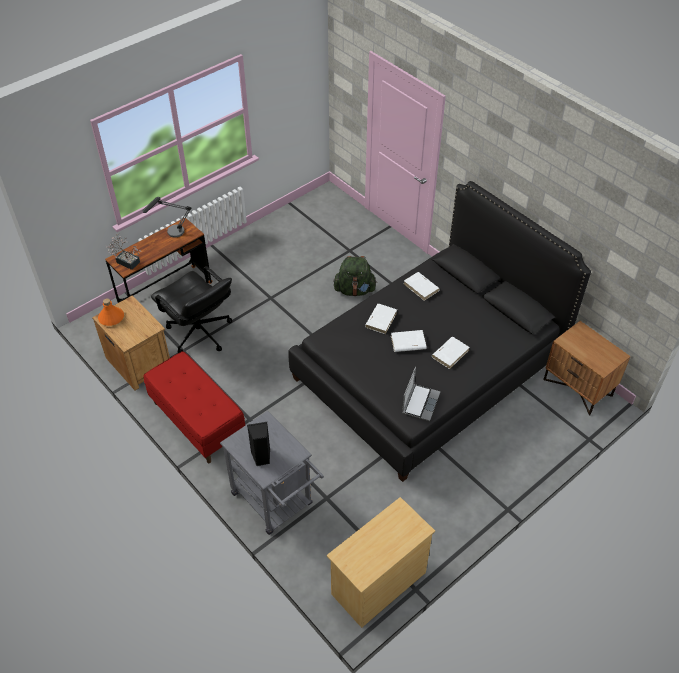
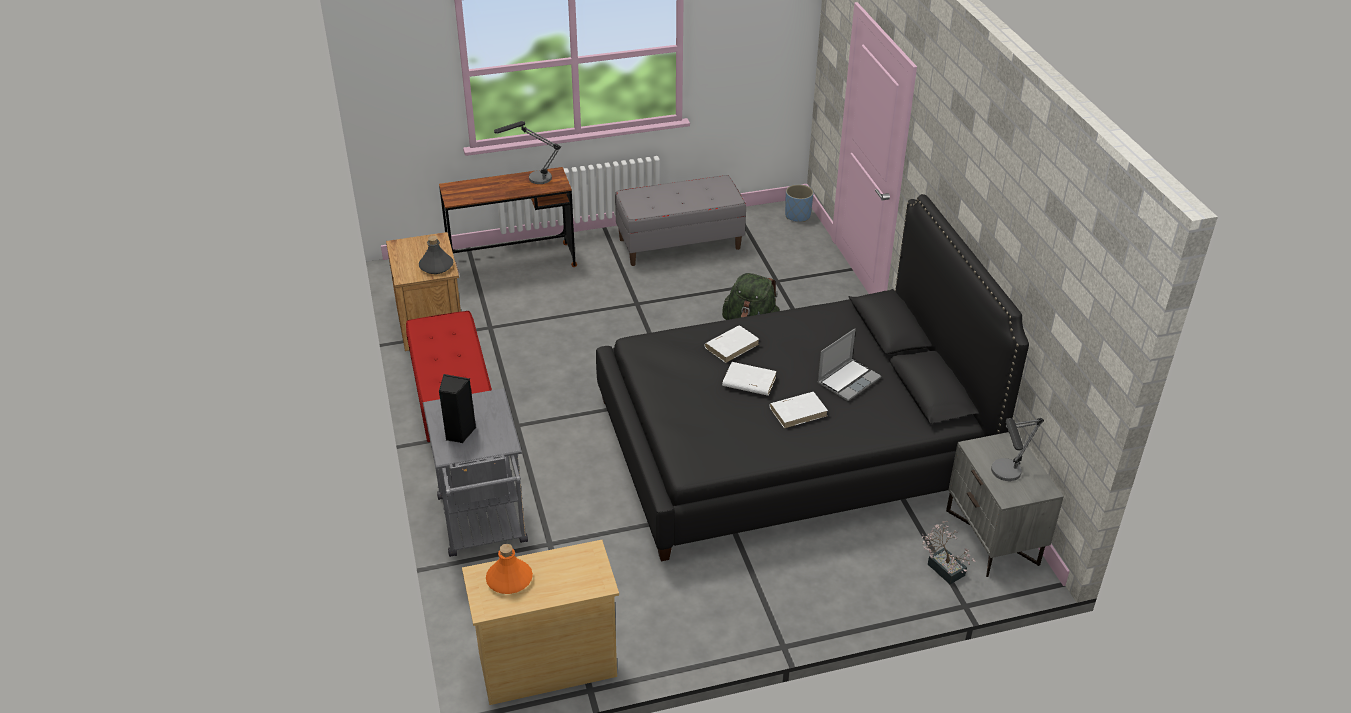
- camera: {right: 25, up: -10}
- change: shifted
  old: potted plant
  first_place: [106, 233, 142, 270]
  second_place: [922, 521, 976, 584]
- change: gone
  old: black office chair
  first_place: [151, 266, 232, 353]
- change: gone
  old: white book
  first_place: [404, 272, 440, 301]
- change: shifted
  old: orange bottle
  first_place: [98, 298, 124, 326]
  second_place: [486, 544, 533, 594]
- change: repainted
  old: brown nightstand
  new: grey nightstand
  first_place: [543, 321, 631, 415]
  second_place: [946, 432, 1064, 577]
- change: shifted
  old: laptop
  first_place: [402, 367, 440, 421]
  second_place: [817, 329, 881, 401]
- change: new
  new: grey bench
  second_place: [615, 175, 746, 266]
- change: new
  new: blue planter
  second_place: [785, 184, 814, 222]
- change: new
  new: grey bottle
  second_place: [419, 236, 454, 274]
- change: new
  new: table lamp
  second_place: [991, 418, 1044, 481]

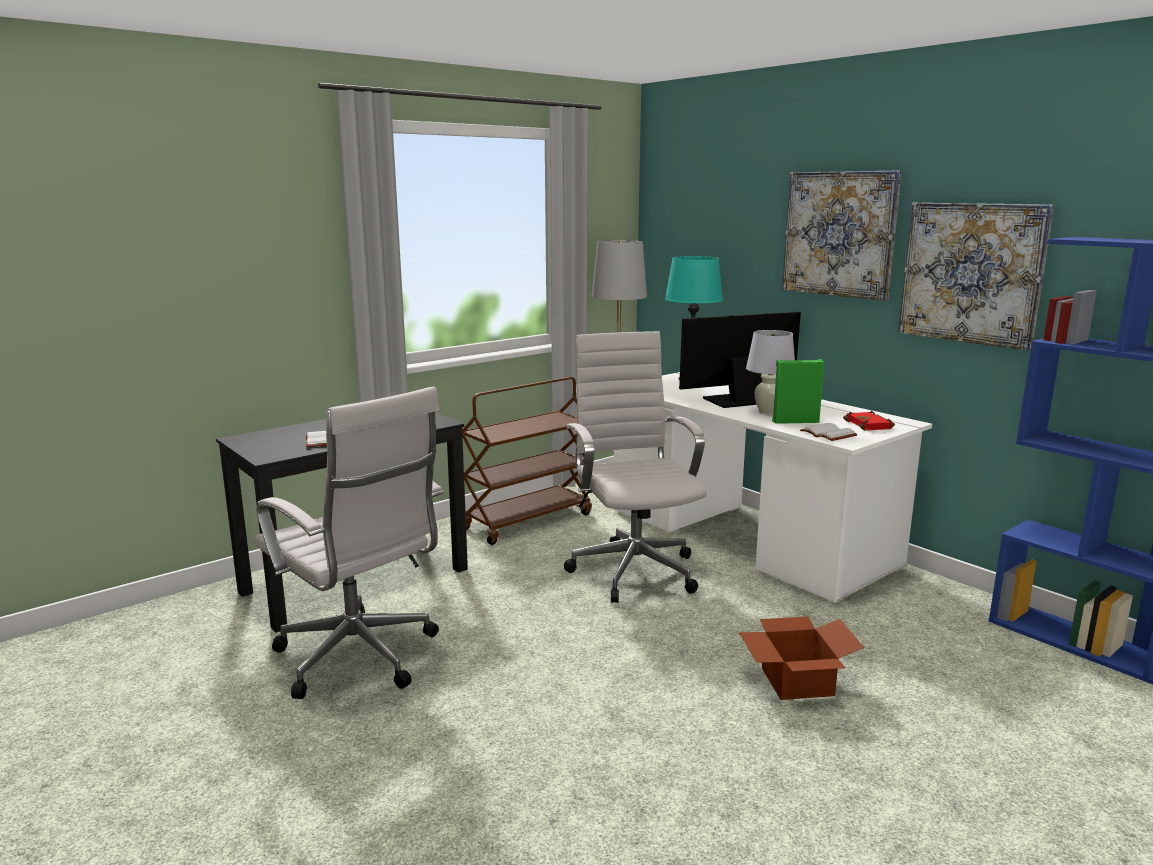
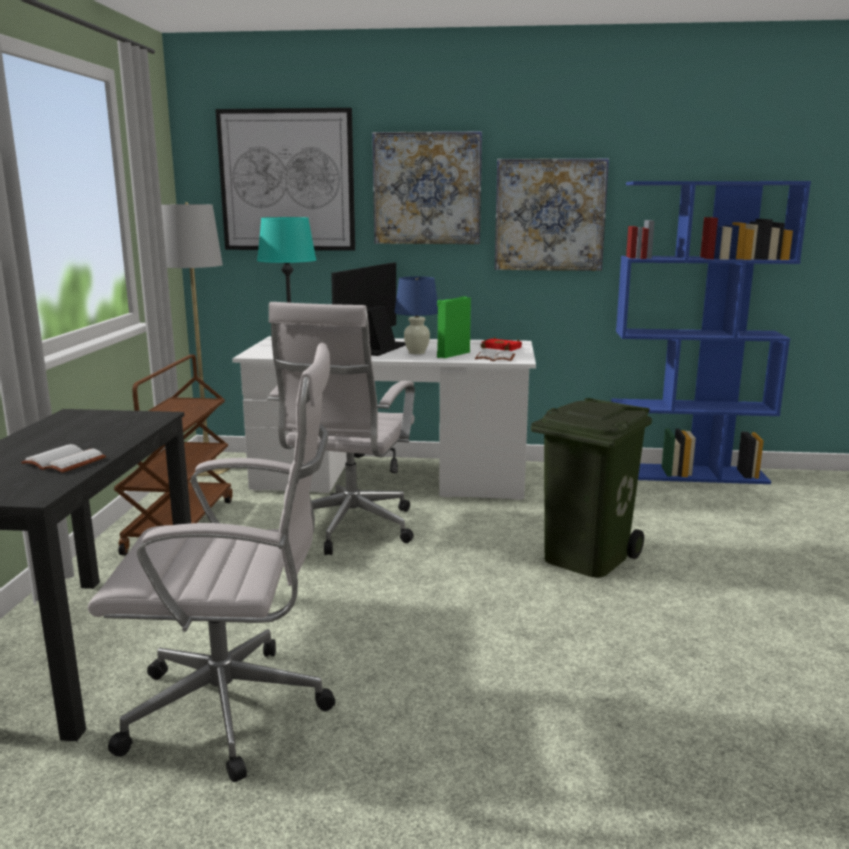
- camera: {right: -45, up: 0}
- change: repainted
  old: white table lamp
  new: blue table lamp
  first_place: [746, 330, 795, 414]
  second_place: [394, 276, 438, 354]
- change: rotated
  old: white office chair
  first_place: [564, 331, 707, 603]
  second_place: [268, 302, 415, 555]
  degrees: -105
- change: swapped
  old: cardboard box
  new: green trash can
  first_place: [739, 616, 864, 700]
  second_place: [531, 398, 652, 577]
- change: new
  new: picture
  second_place: [215, 108, 355, 251]

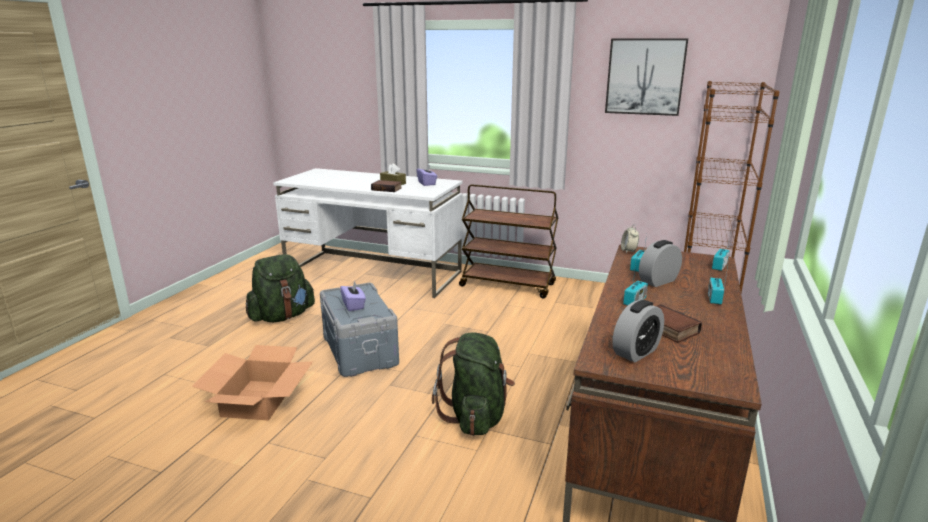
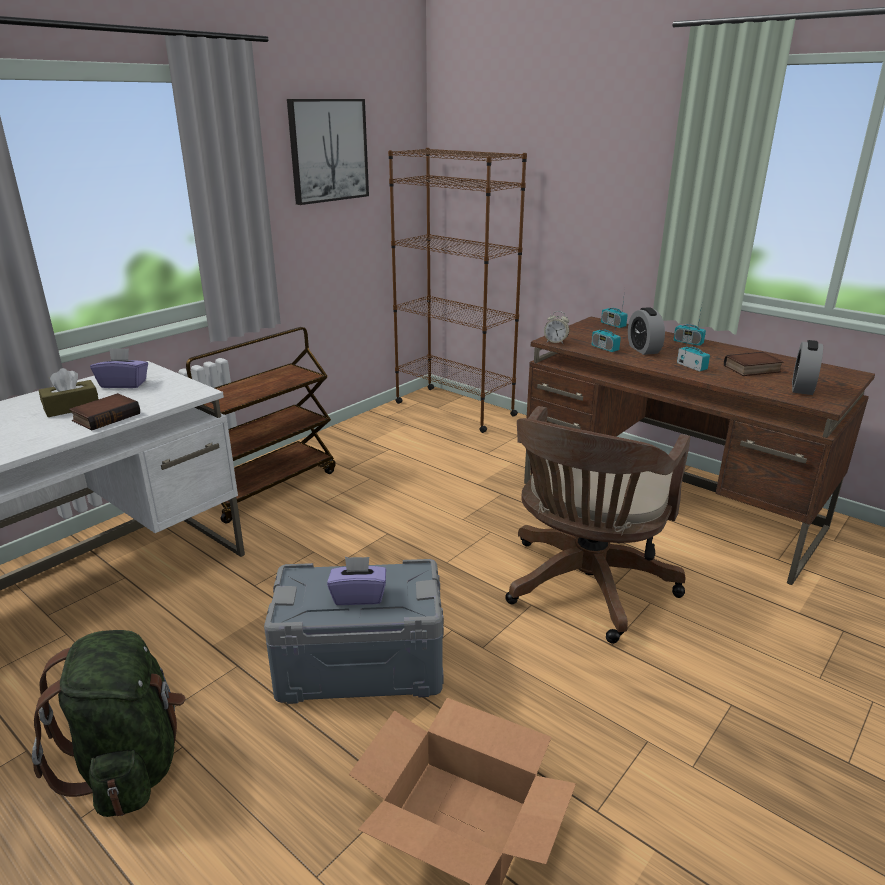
- camera: {right: -70, up: 5}
- change: rotated
  old: alarm clock
  first_place: [612, 300, 664, 363]
  second_place: [792, 340, 823, 395]
  degrees: -135
- change: swapped
  old: green backpack
  new: brown office chair
  first_place: [432, 332, 515, 436]
  second_place: [505, 406, 690, 643]

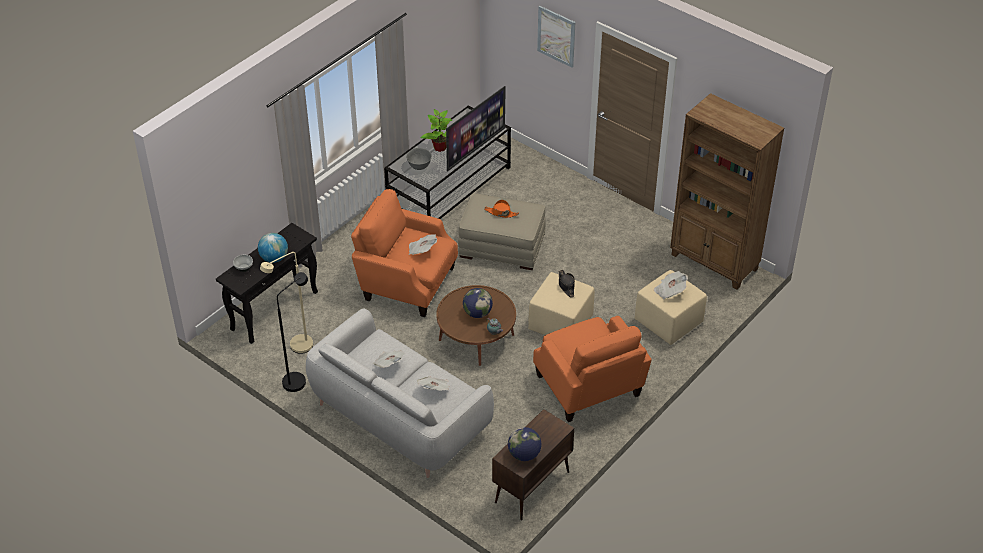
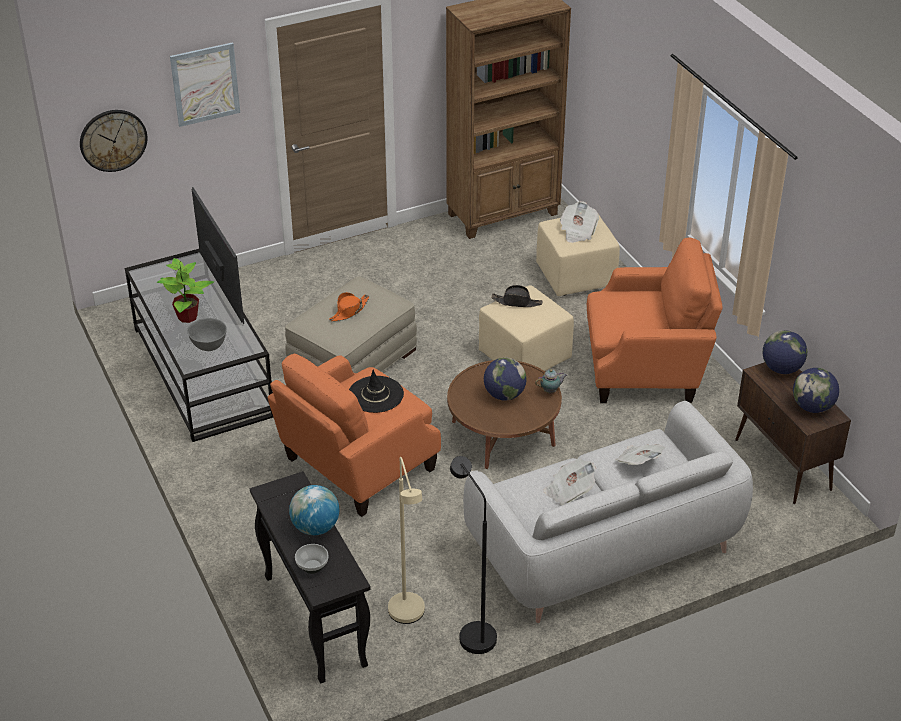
- camera: {right: -65, up: -5}
- change: swapped
  old: newspaper
  new: black hat
  first_place: [409, 234, 437, 255]
  second_place: [349, 370, 404, 413]
- change: new
  new: wall clock
  second_place: [80, 110, 148, 172]
- change: new
  new: globe
  second_place: [763, 330, 807, 374]

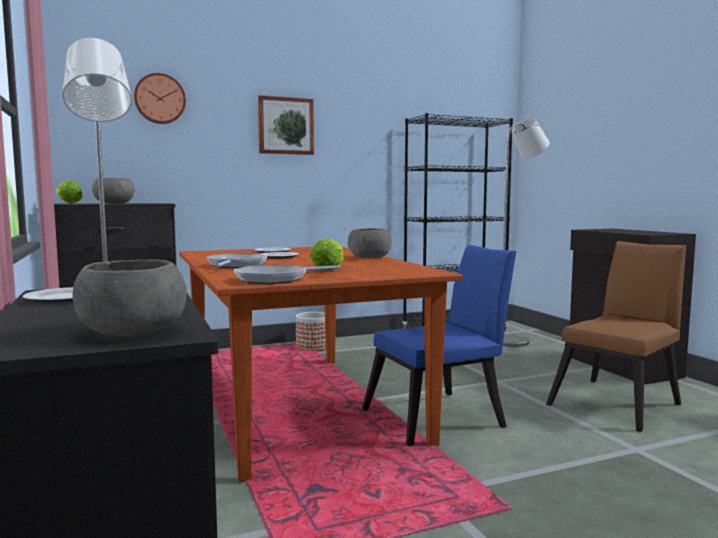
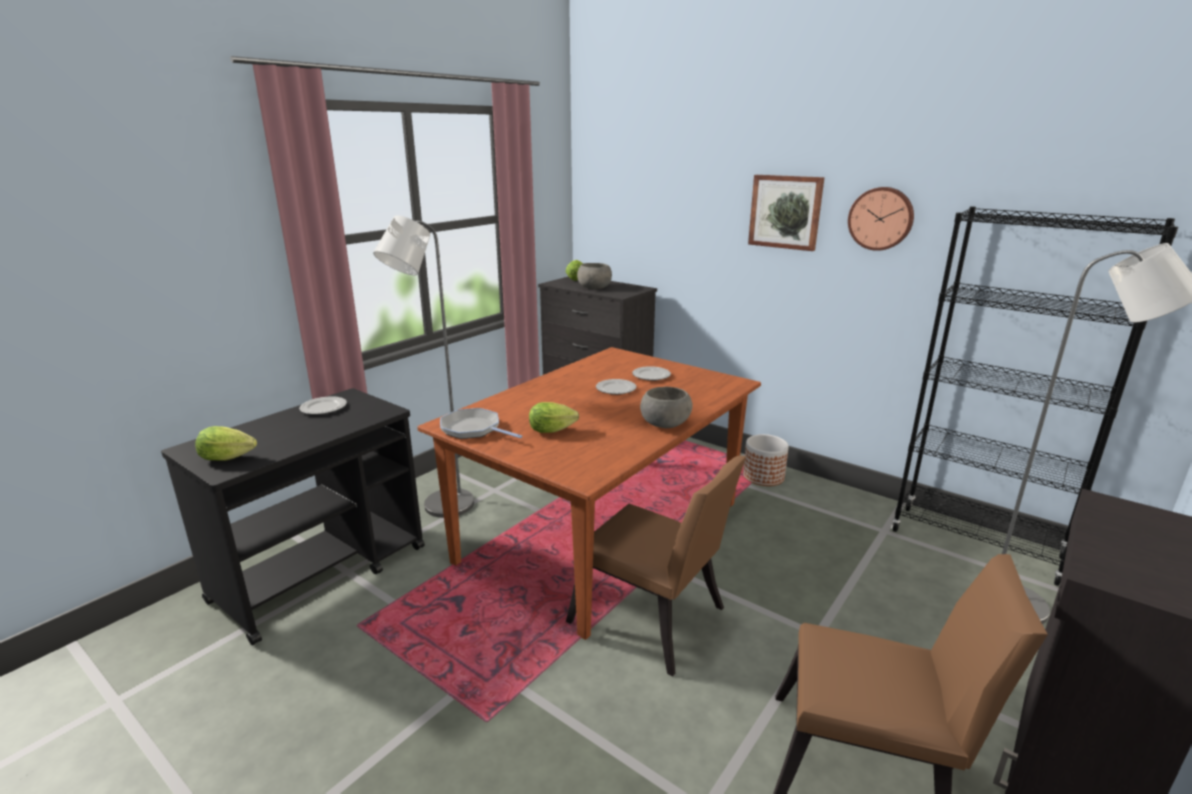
- camera: {right: 60, up: 15}
- change: shifted
  old: wall clock
  first_place: [134, 73, 186, 124]
  second_place: [848, 187, 914, 251]
- change: repainted
  old: blue chair
  new: brown chair
  first_place: [361, 245, 516, 446]
  second_place: [566, 455, 746, 676]
- change: gone
  old: frying pan
  first_place: [207, 253, 267, 268]
- change: swapped
  old: grey bowl
  new: lettuce
  first_place: [72, 259, 187, 336]
  second_place: [195, 426, 257, 461]

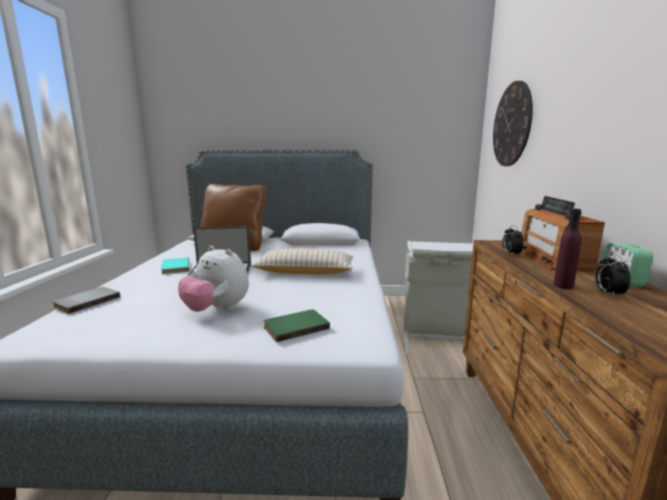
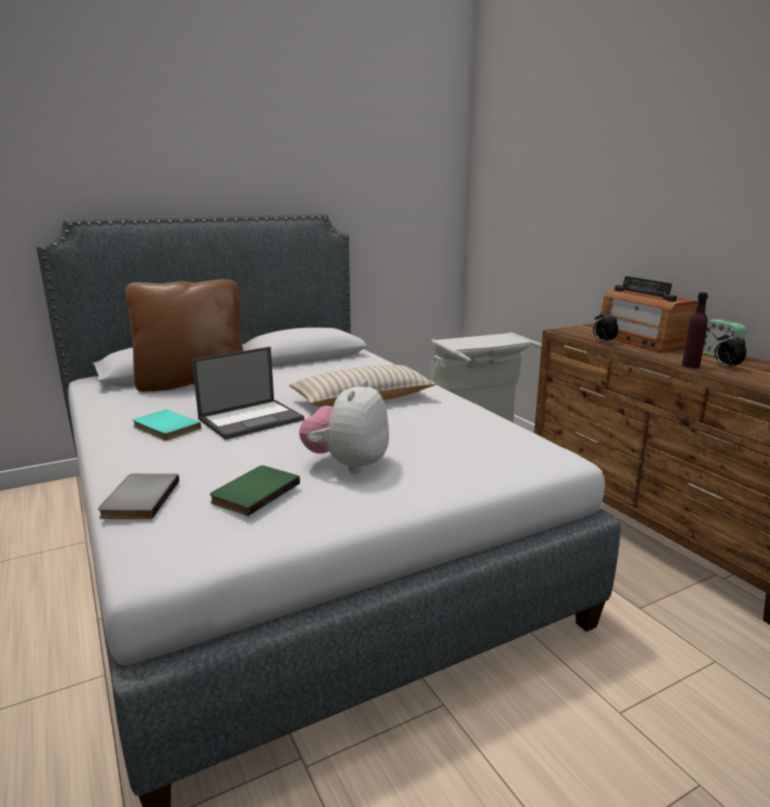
- camera: {right: -30, up: 5}
- change: gone
  old: wall clock
  first_place: [493, 81, 533, 166]
- change: rotated
  old: plush toy
  first_place: [178, 246, 249, 312]
  second_place: [299, 380, 389, 474]
  degrees: 105
- change: shifted
  old: green book
  first_place: [264, 309, 330, 342]
  second_place: [210, 465, 300, 516]

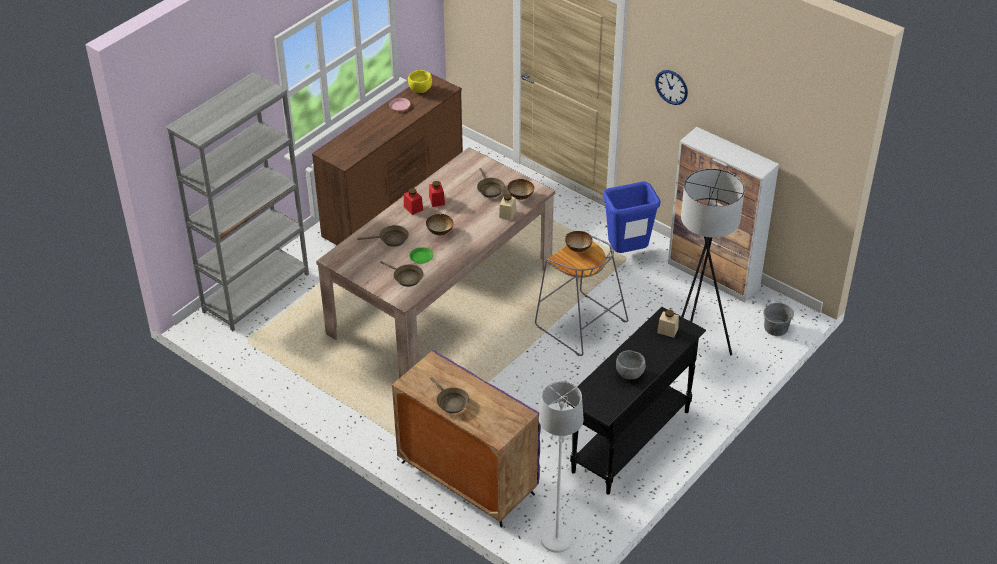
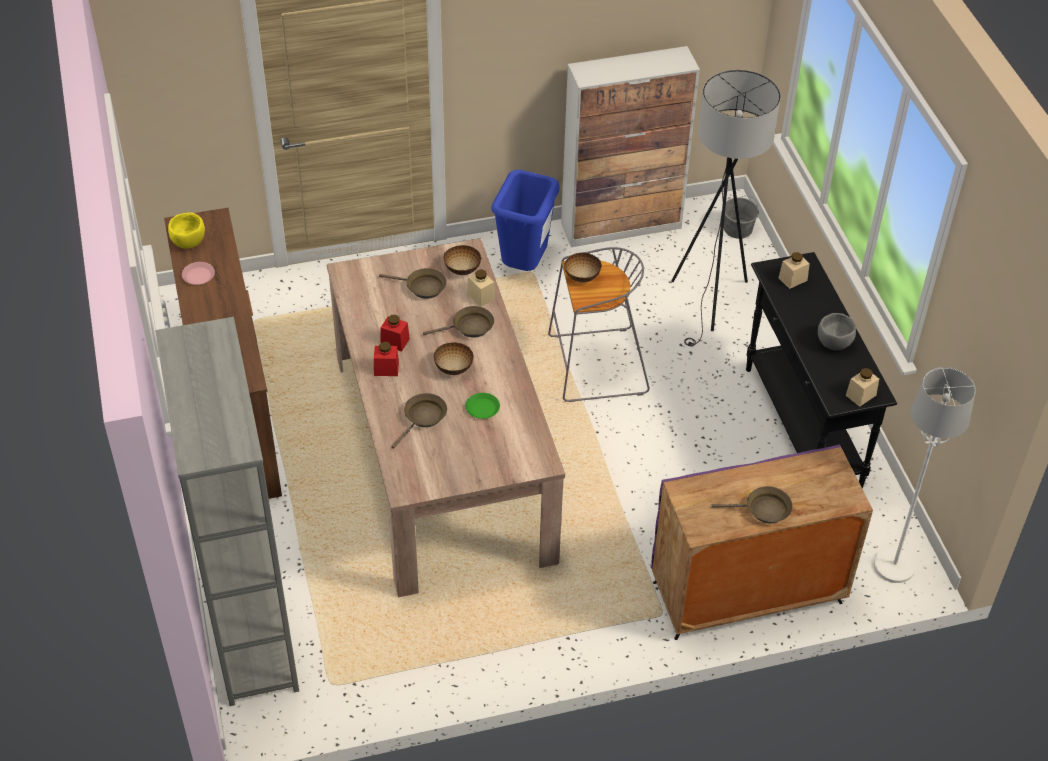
- camera: {right: -55, up: 5}
- change: gone
  old: wall clock
  first_place: [655, 70, 688, 105]
- change: shifted
  old: brown frying pan
  first_place: [380, 261, 424, 287]
  second_place: [423, 306, 494, 338]
- change: new
  new: beige jar
  second_place: [846, 368, 879, 407]

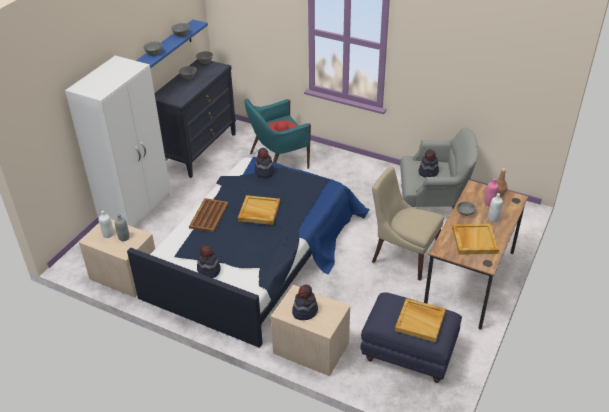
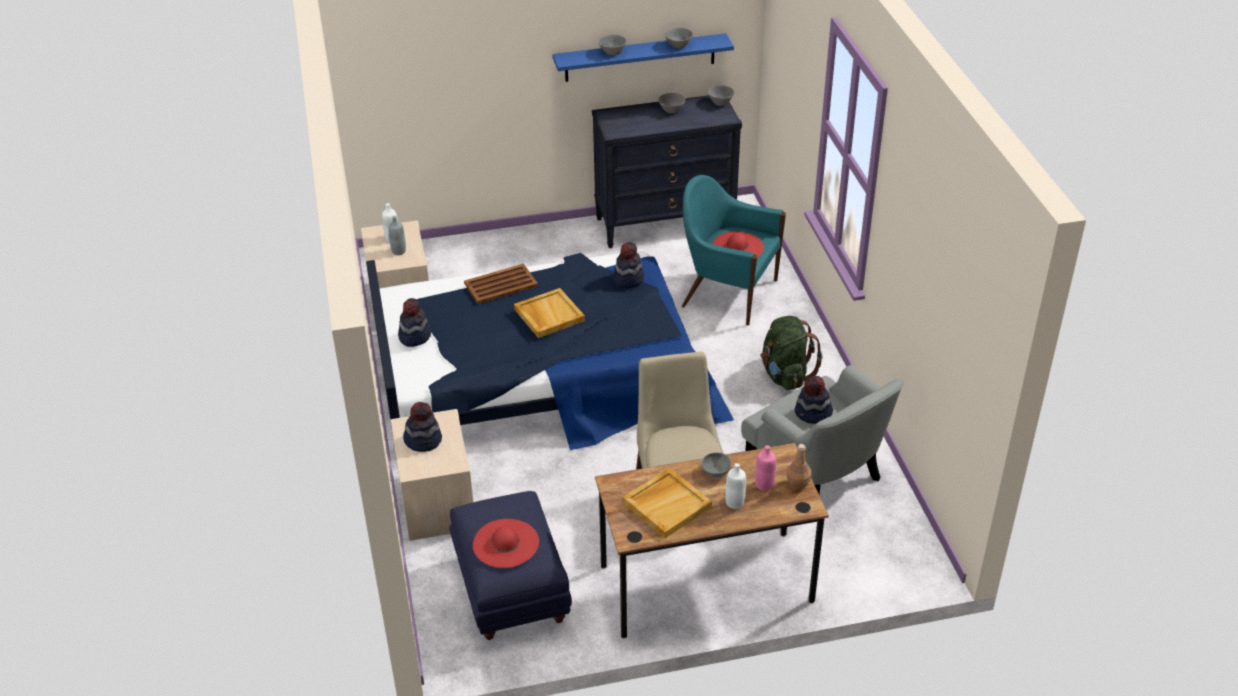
- camera: {right: 50, up: 0}
- change: gone
  old: white wardrobe
  first_place: [65, 56, 171, 228]
- change: swapped
  old: beige tray
  new: red hat
  first_place: [395, 298, 446, 342]
  second_place: [473, 519, 539, 568]
- change: new
  new: green backpack
  second_place: [760, 316, 822, 390]

